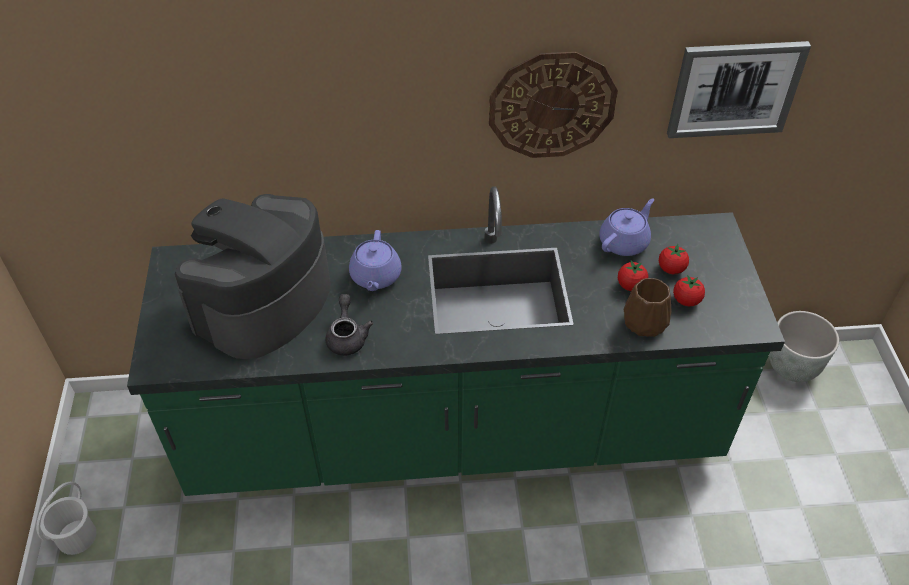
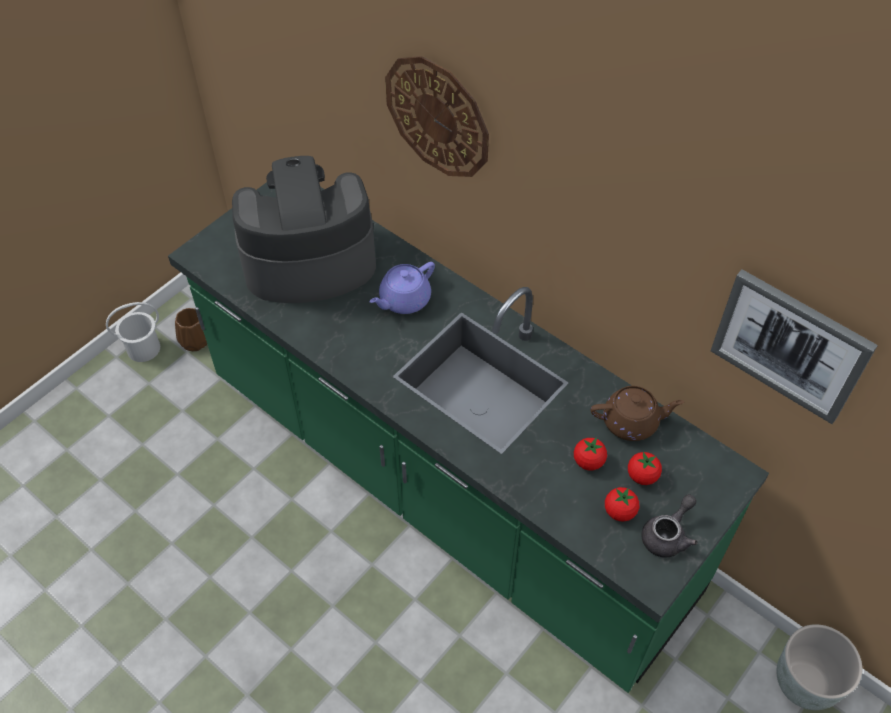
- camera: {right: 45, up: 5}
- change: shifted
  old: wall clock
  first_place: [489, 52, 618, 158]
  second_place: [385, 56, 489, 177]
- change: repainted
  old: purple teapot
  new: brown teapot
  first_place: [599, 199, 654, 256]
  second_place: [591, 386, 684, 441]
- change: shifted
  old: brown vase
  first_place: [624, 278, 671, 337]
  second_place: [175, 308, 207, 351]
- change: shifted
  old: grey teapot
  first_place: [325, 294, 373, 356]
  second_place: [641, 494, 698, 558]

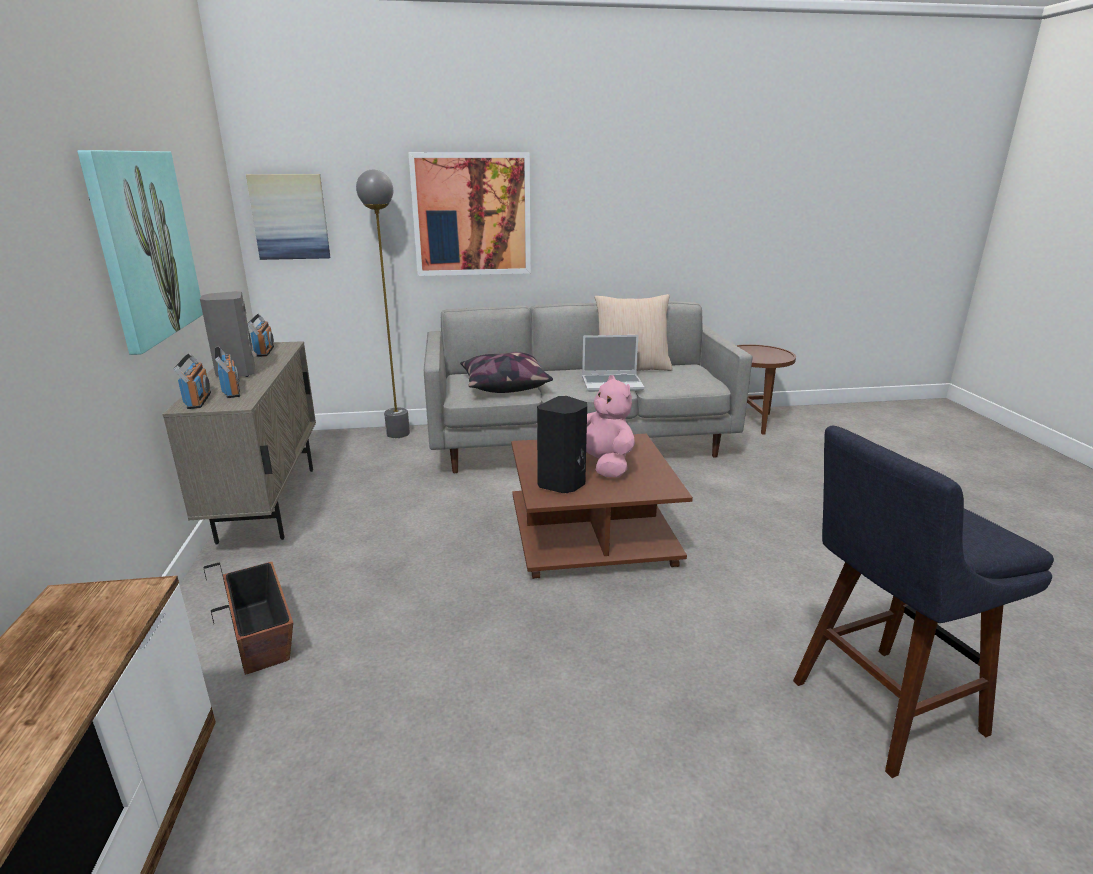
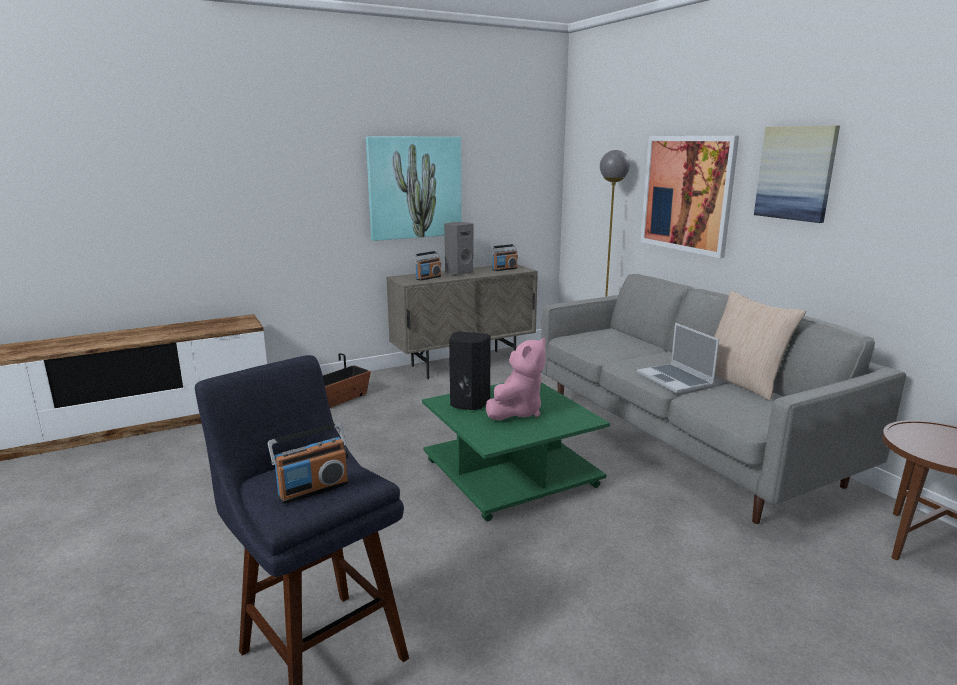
- camera: {right: 70, up: -5}
- change: shifted
  old: picture
  first_place: [246, 174, 331, 260]
  second_place: [754, 126, 840, 223]
- change: gone
  old: pillow
  first_place: [460, 352, 553, 393]
- change: shifted
  old: radio
  first_place: [174, 353, 211, 409]
  second_place: [268, 423, 349, 504]
- change: repainted
  old: brown coffee table
  new: green coffee table
  first_place: [511, 434, 693, 579]
  second_place: [422, 382, 610, 521]

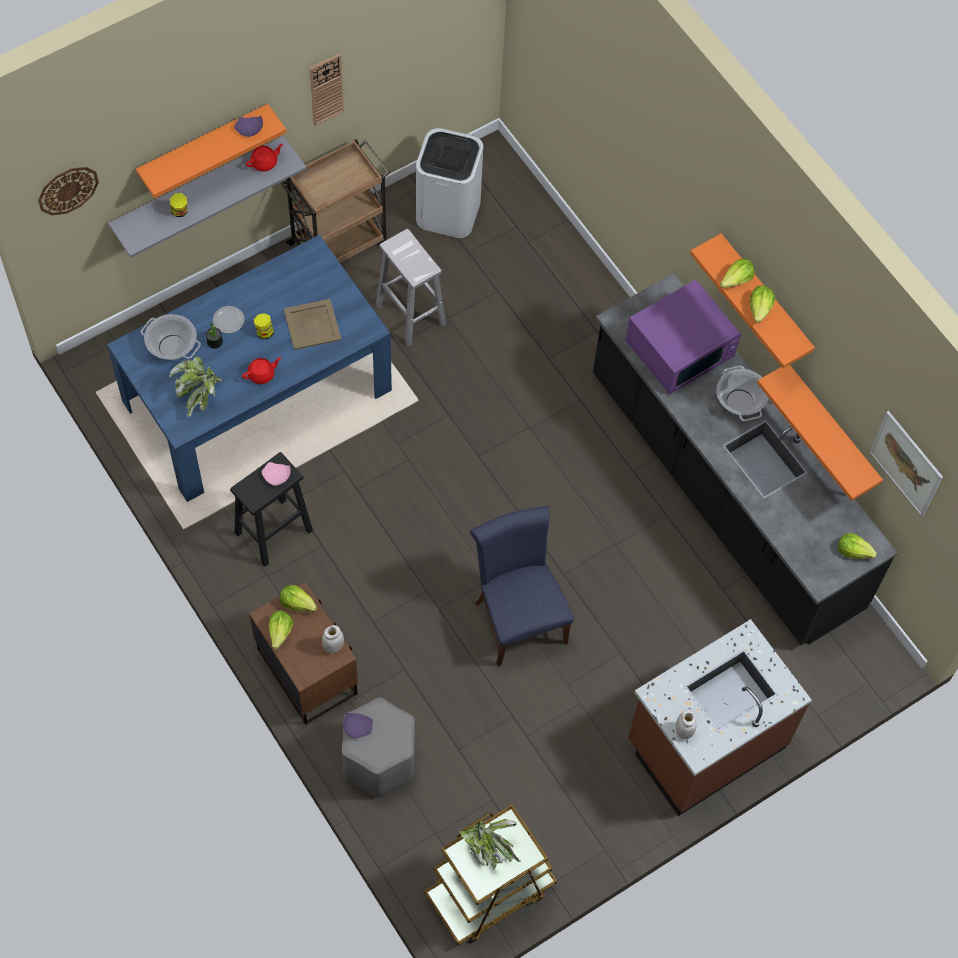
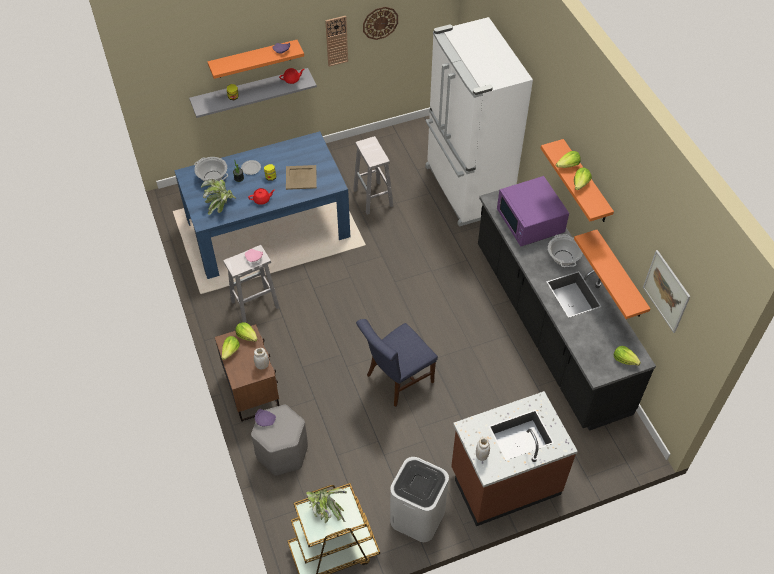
- camera: {right: 15, up: -10}
- change: shifted
  old: white trash can
  first_place: [416, 128, 483, 238]
  second_place: [390, 457, 449, 542]
- change: gone
  old: brown cart
  first_place: [281, 139, 390, 262]
- change: shifted
  old: wall clock
  first_place: [38, 167, 99, 216]
  second_place: [363, 7, 398, 40]
- change: rotated
  old: purple microwave
  first_place: [626, 280, 741, 395]
  second_place: [497, 176, 569, 247]
  degrees: 90
- change: repainted
  old: black stool
  new: white stool
  first_place: [230, 452, 313, 567]
  second_place: [223, 245, 280, 323]
- change: rotated
  old: blue chair
  first_place: [470, 506, 574, 667]
  second_place: [356, 319, 438, 407]
  degrees: -120
- change: new
  new: white fridge
  second_place: [425, 17, 533, 227]

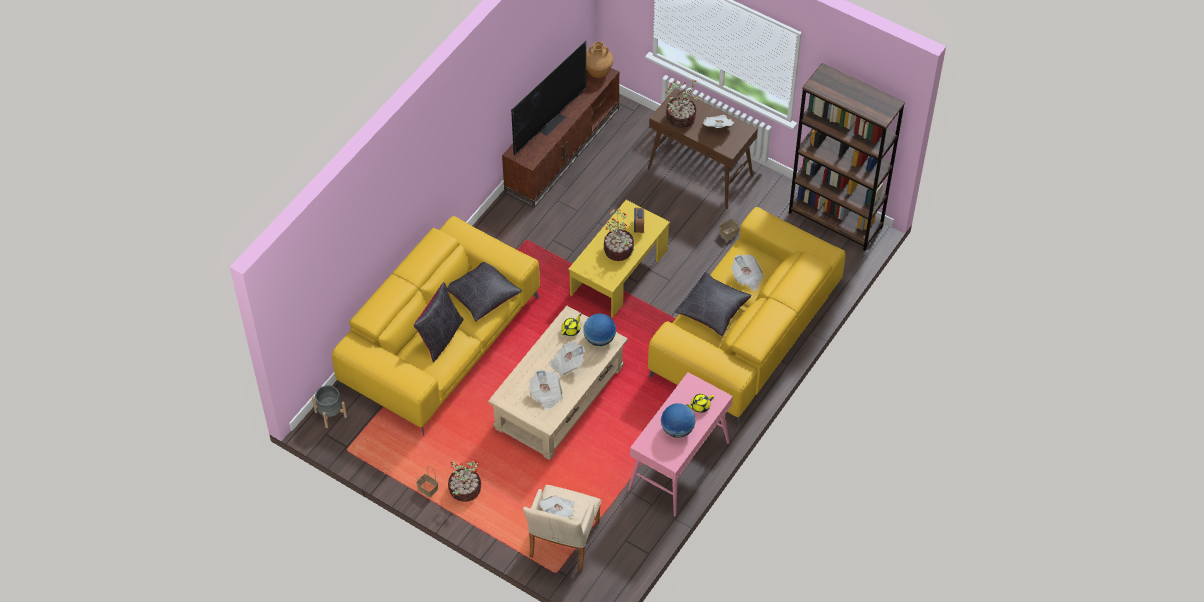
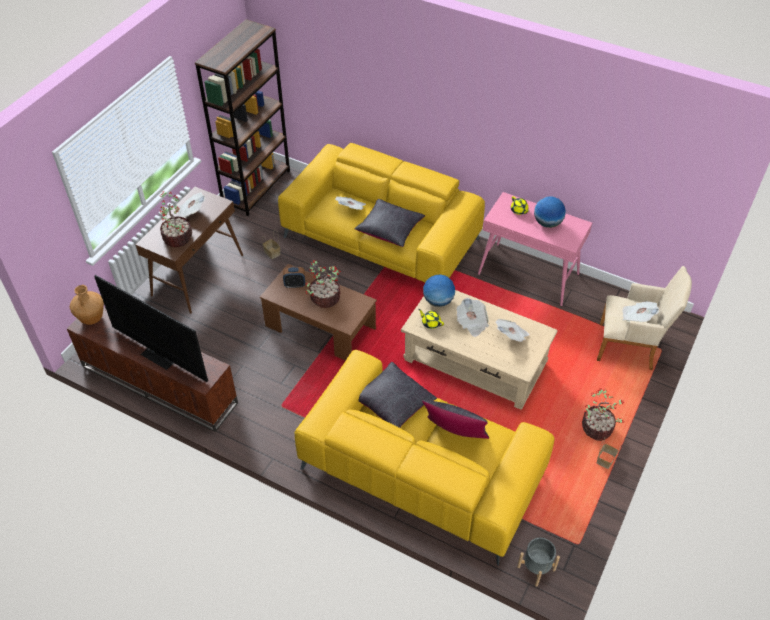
- camera: {right: -95, up: -5}
- change: repainted
  old: yellow coffee table
  new: brown coffee table
  first_place: [568, 200, 670, 318]
  second_place: [260, 264, 377, 361]

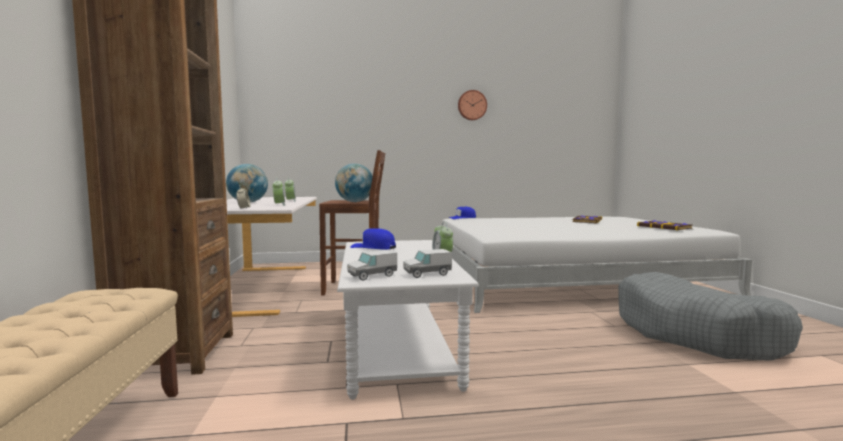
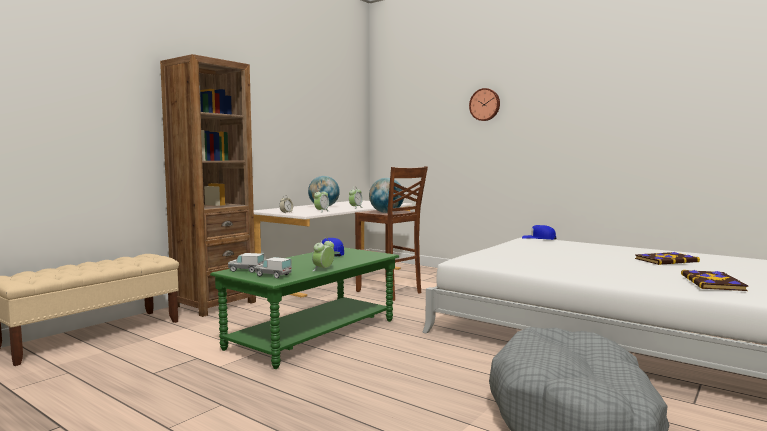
- camera: {right: 45, up: 0}
- change: shifted
  old: wall clock
  first_place: [458, 90, 487, 120]
  second_place: [469, 88, 500, 121]
- change: repainted
  old: white coffee table
  new: green coffee table
  first_place: [337, 240, 479, 400]
  second_place: [210, 248, 399, 369]

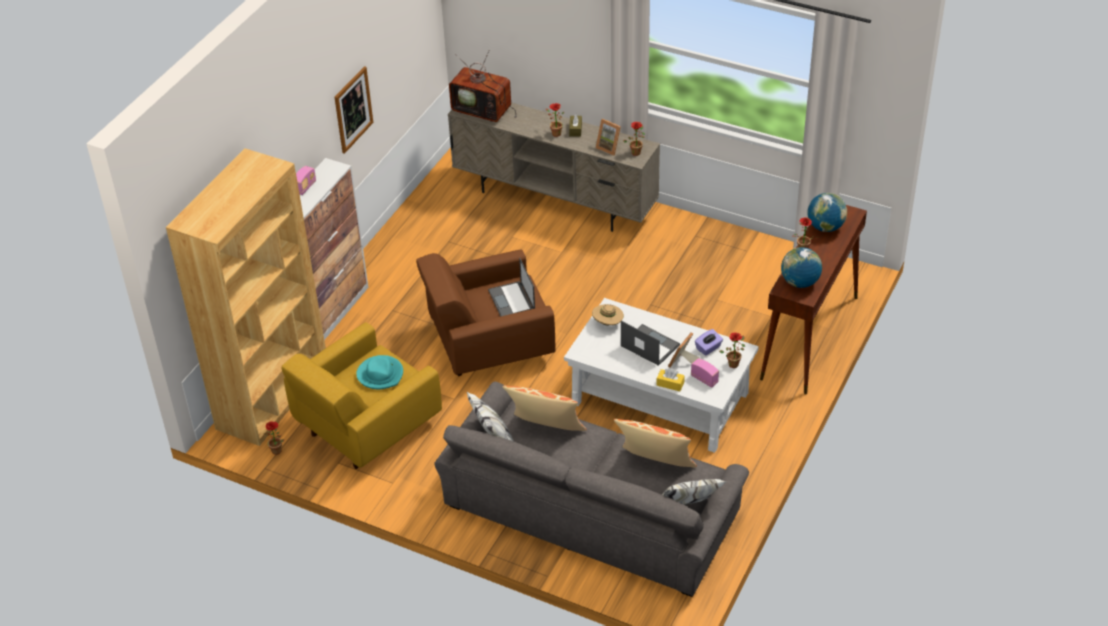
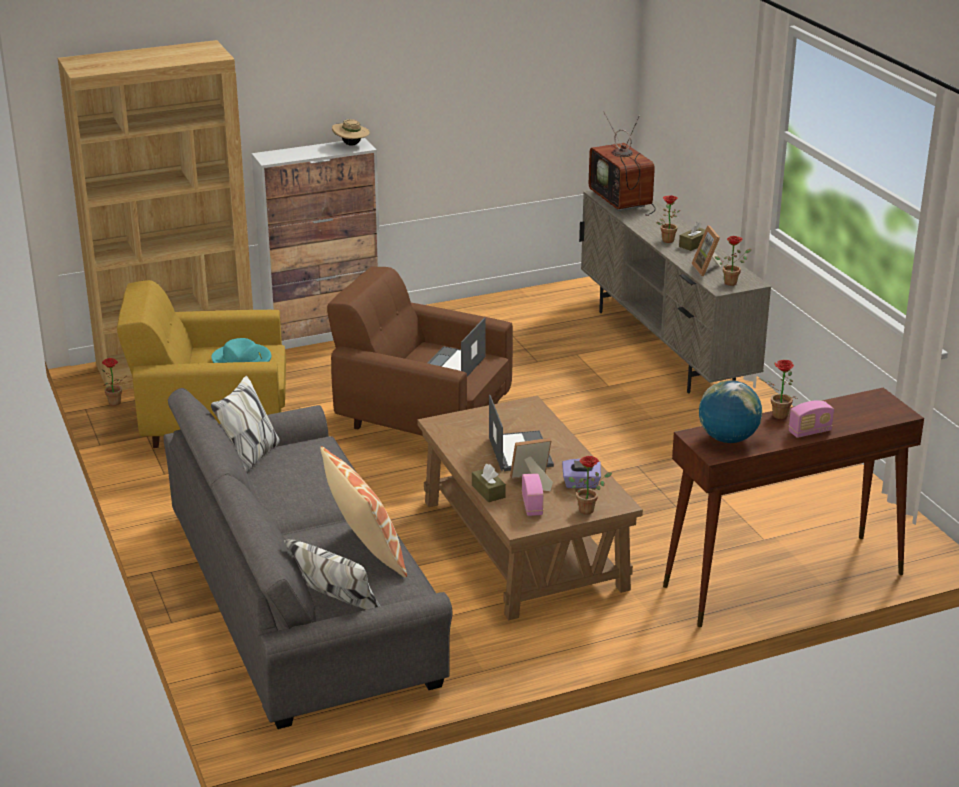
- camera: {right: 40, up: -15}
- change: gone
  old: picture
  first_place: [335, 66, 373, 154]
- change: shifted
  old: radio
  first_place: [296, 166, 316, 195]
  second_place: [789, 400, 834, 438]
- change: gone
  old: globe
  first_place: [808, 193, 847, 232]
- change: repainted
  old: white coffee table
  new: brown coffee table
  first_place: [564, 298, 759, 453]
  second_place: [417, 396, 643, 620]
- change: shifted
  old: beige hat
  first_place: [592, 304, 624, 325]
  second_place: [332, 119, 370, 146]
- change: repainted
  old: yellow tissue box
  new: brown tissue box
  first_place: [657, 368, 685, 391]
  second_place: [472, 464, 506, 502]
- change: gone
  old: pillow
  first_place: [502, 385, 587, 431]

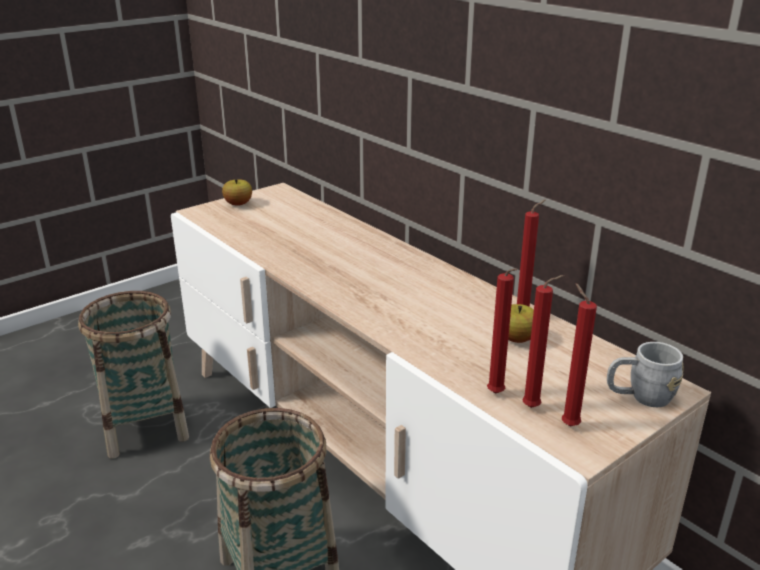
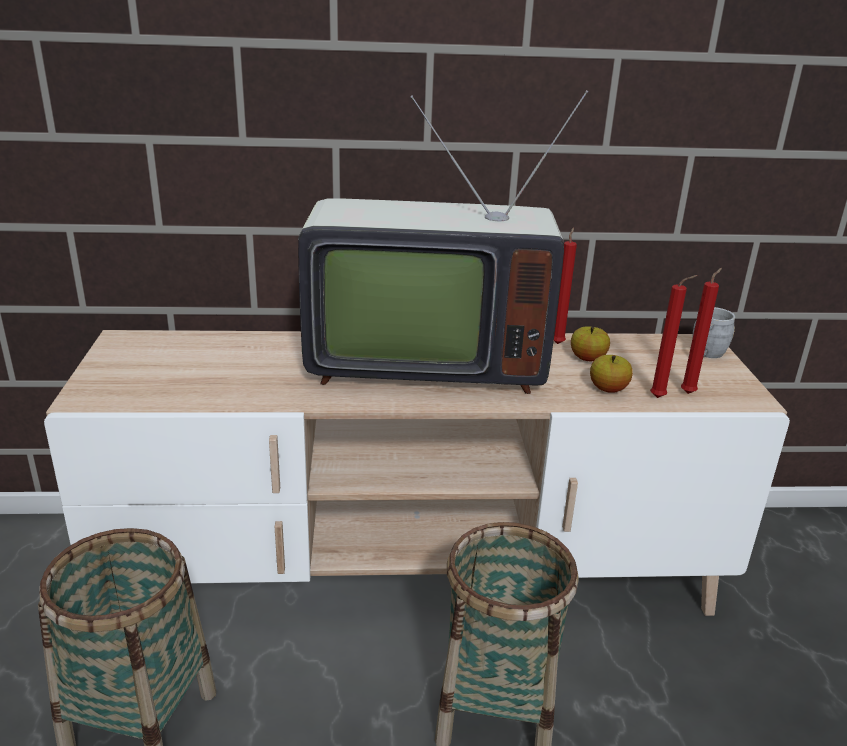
- camera: {right: -55, up: 0}
- change: shifted
  old: apple
  first_place: [222, 179, 252, 206]
  second_place: [590, 355, 633, 393]
- change: gone
  old: red candle
  first_place: [562, 283, 597, 426]
- change: new
  new: television
  second_place: [298, 90, 588, 394]

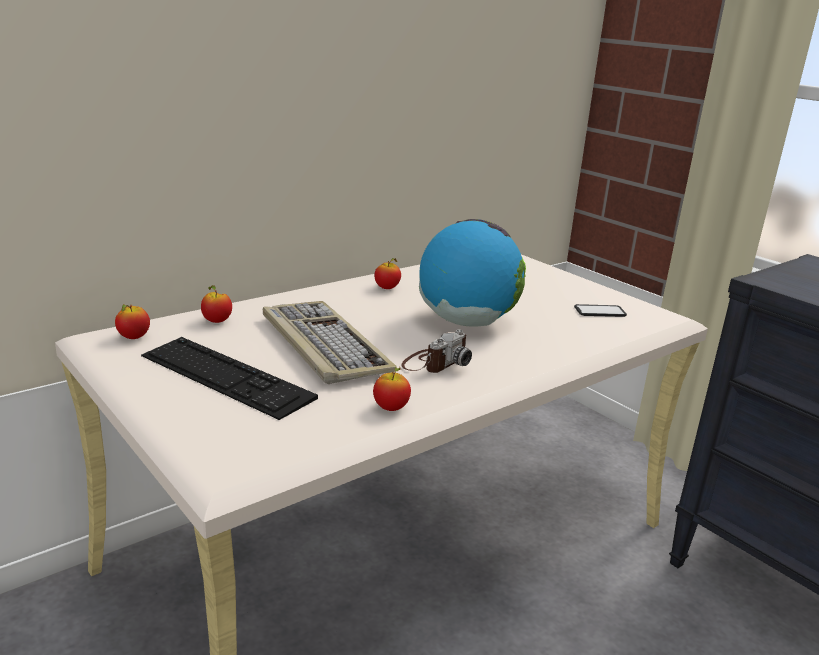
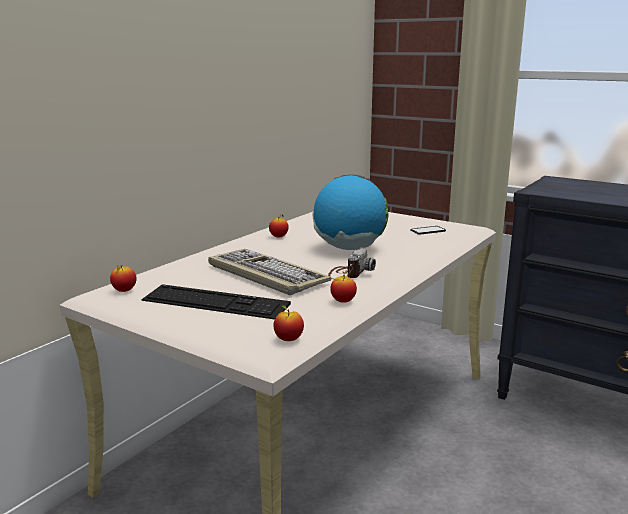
- camera: {right: -15, up: -5}
- change: shifted
  old: apple
  first_place: [201, 285, 232, 323]
  second_place: [273, 305, 304, 341]

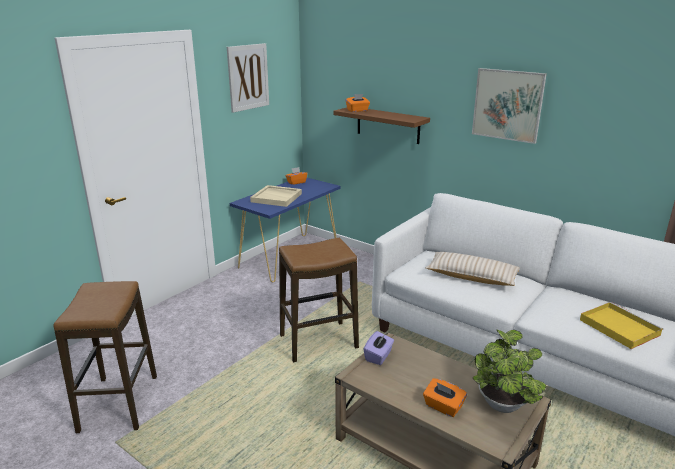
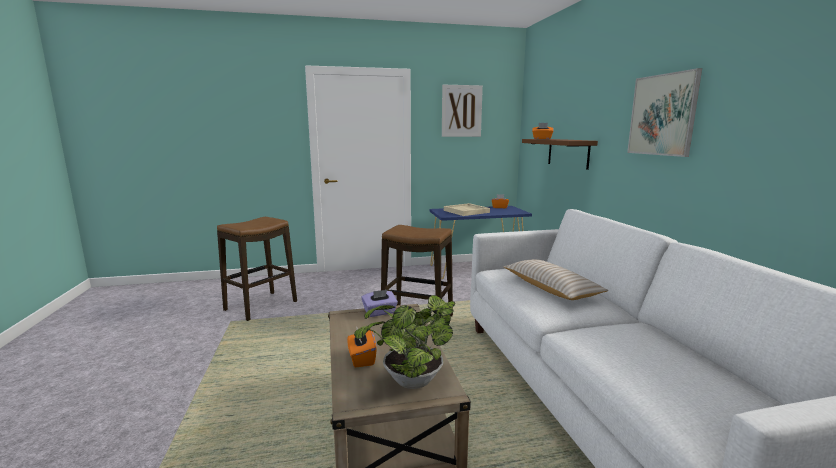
- camera: {right: 40, up: -10}
- change: gone
  old: yellow tray
  first_place: [580, 302, 663, 349]

